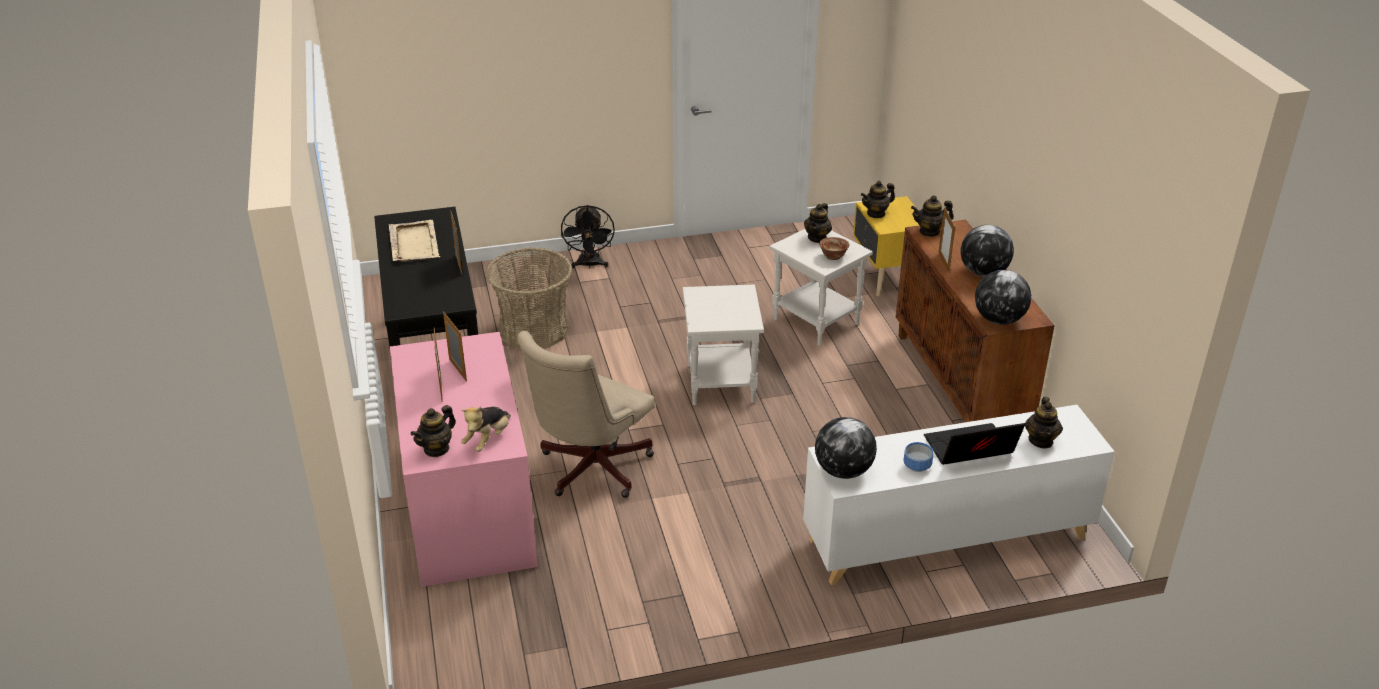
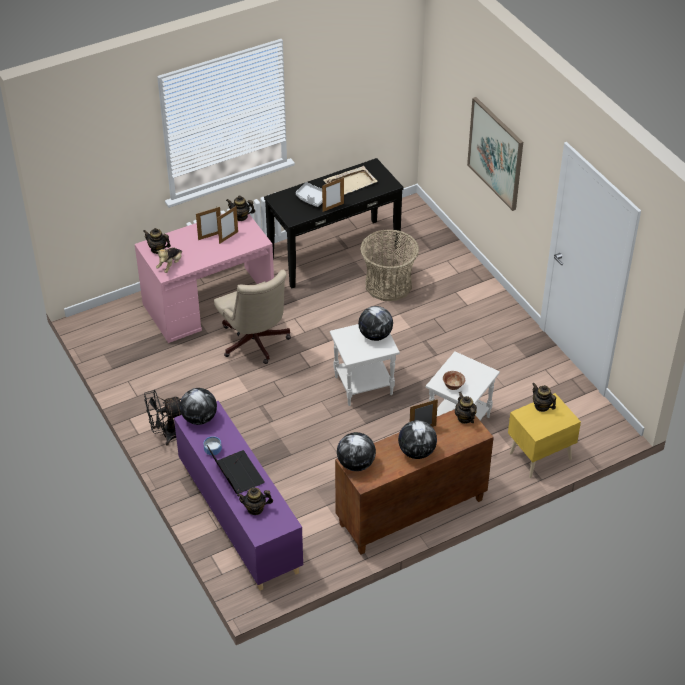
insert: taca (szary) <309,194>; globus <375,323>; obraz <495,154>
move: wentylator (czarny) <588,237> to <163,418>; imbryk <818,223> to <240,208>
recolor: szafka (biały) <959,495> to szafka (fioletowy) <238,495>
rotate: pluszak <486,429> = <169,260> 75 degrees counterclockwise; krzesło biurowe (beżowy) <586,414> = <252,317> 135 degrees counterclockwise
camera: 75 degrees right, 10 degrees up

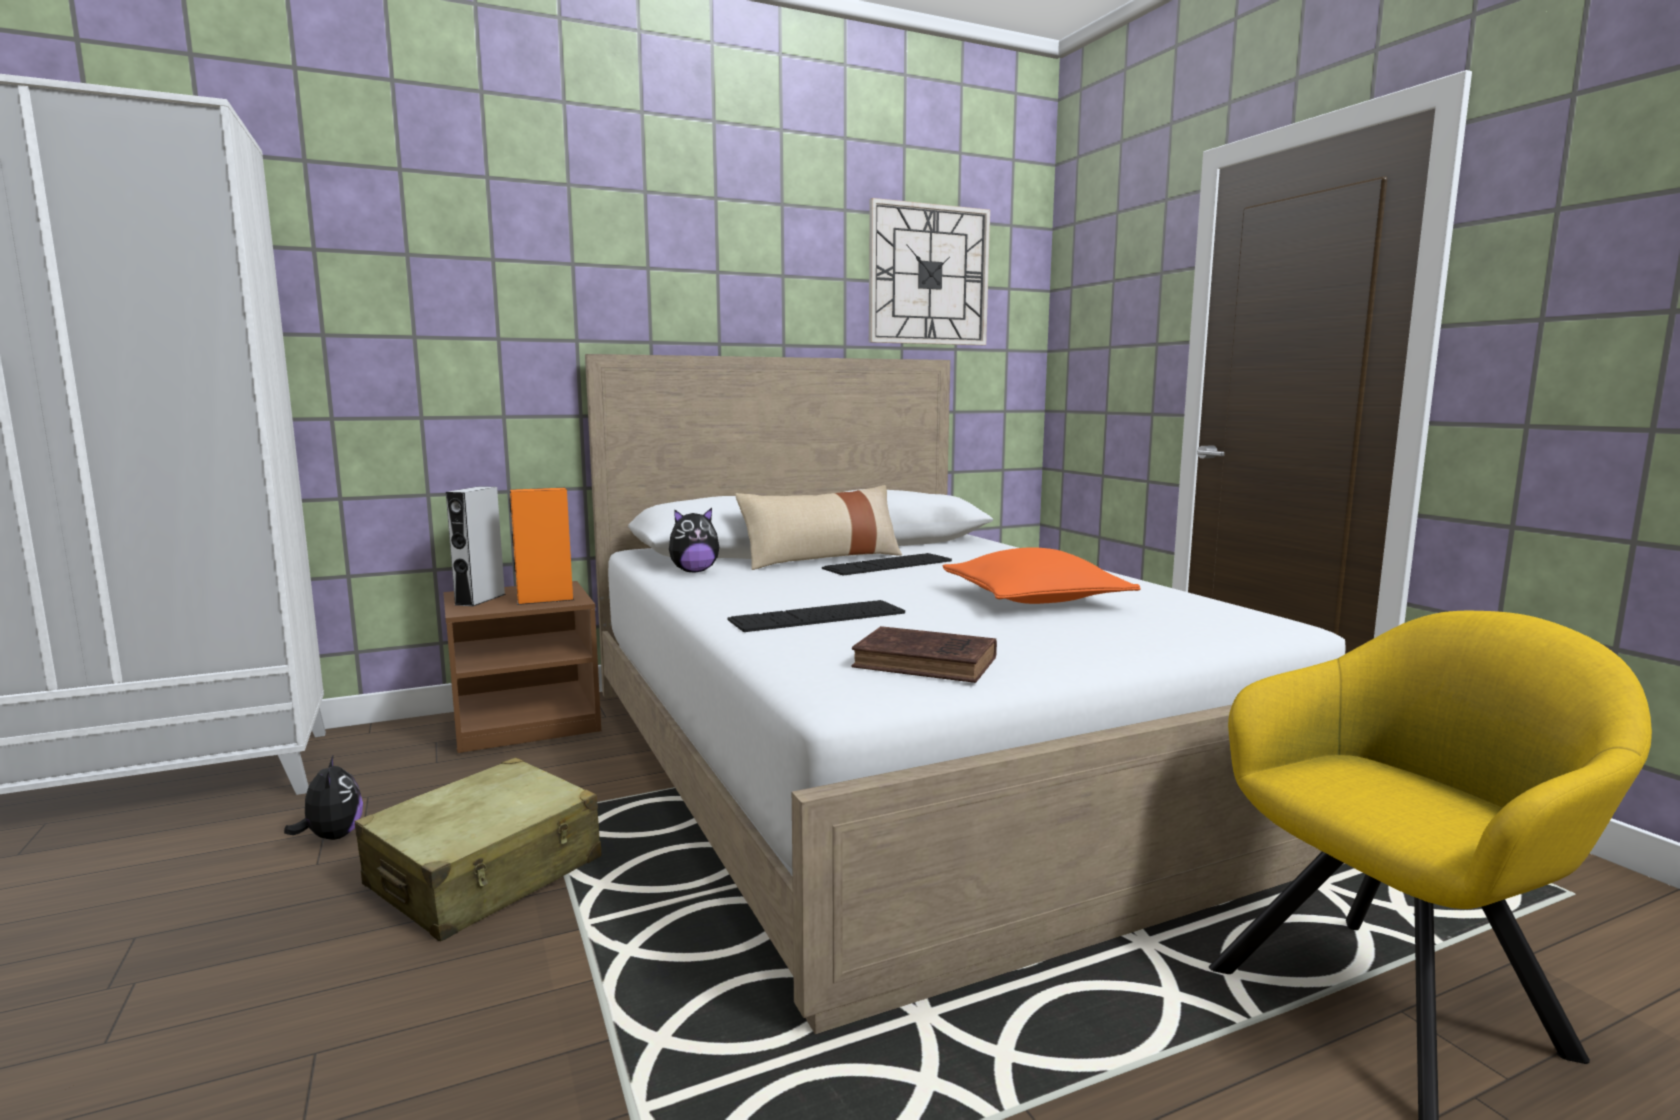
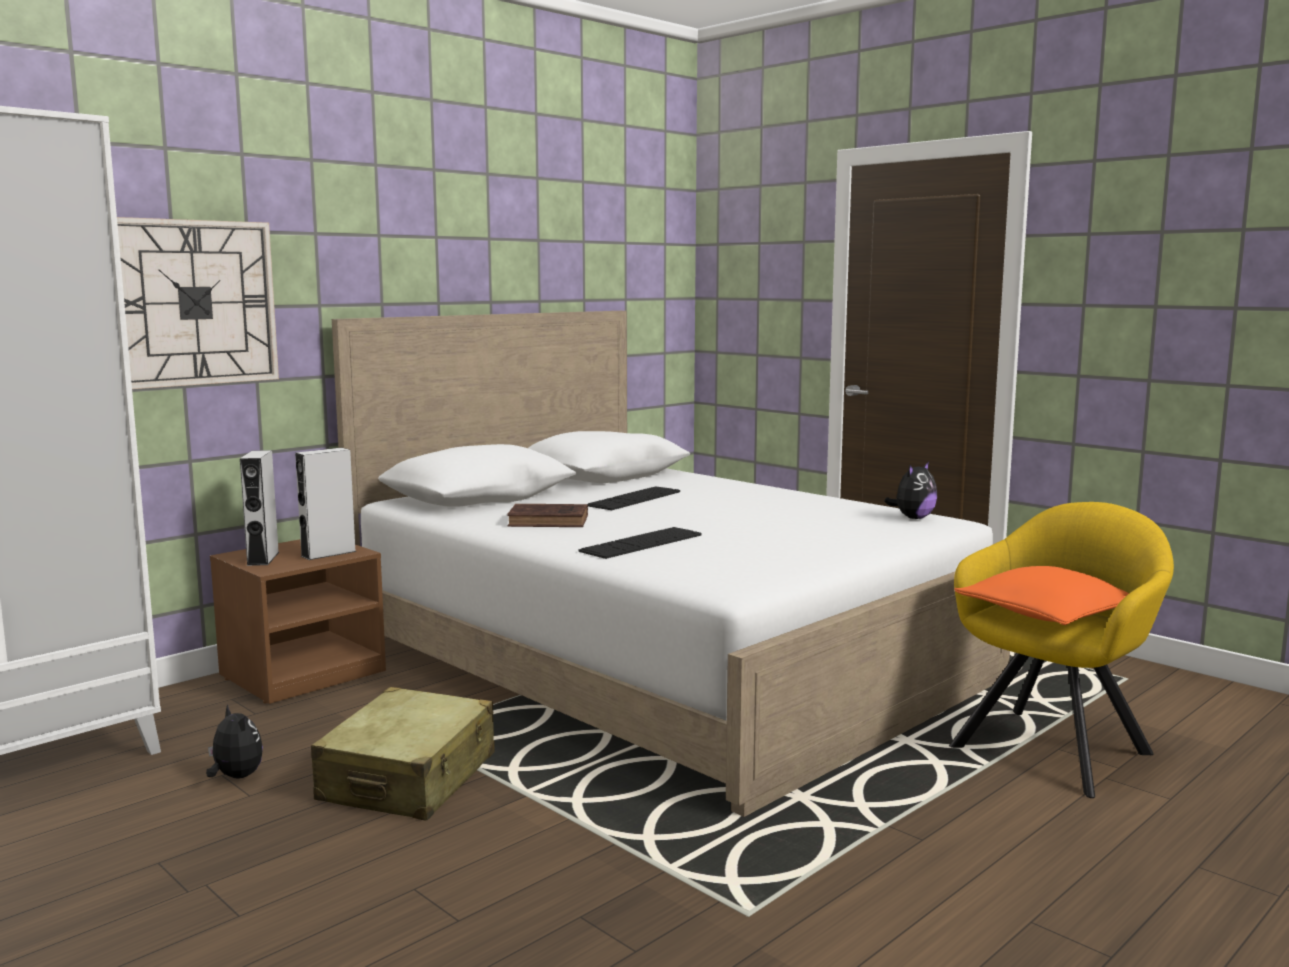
delete: poduszka (beżowy) <818,527>
move: pluszak <694,540> to <910,490>; książka (brązowy) <924,654> to <547,515>; zegar ścienny <929,271> to <198,303>; poduszka (pomarańczowy) <1042,575> to <1041,595>
recolor: głośnik (pomarańczowy) <541,546> to głośnik (szary) <325,504>
camera: 20 degrees left, 0 degrees up

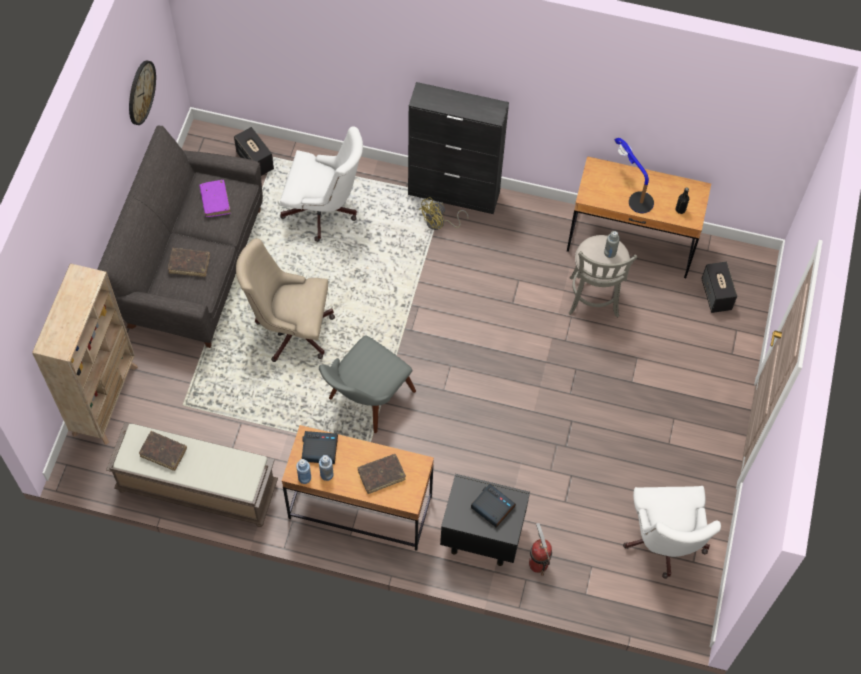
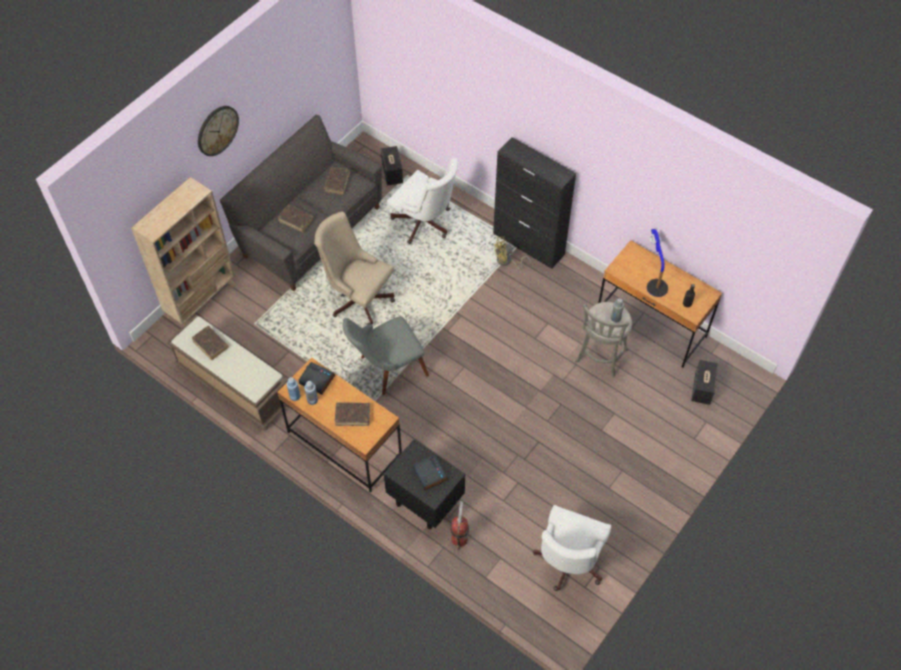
move: zegar ścienny <142,92> to <218,131>
recolor: książka (fioletowy) <215,198> to książka (brązowy) <337,181>
camera: 25 degrees right, 5 degrees down

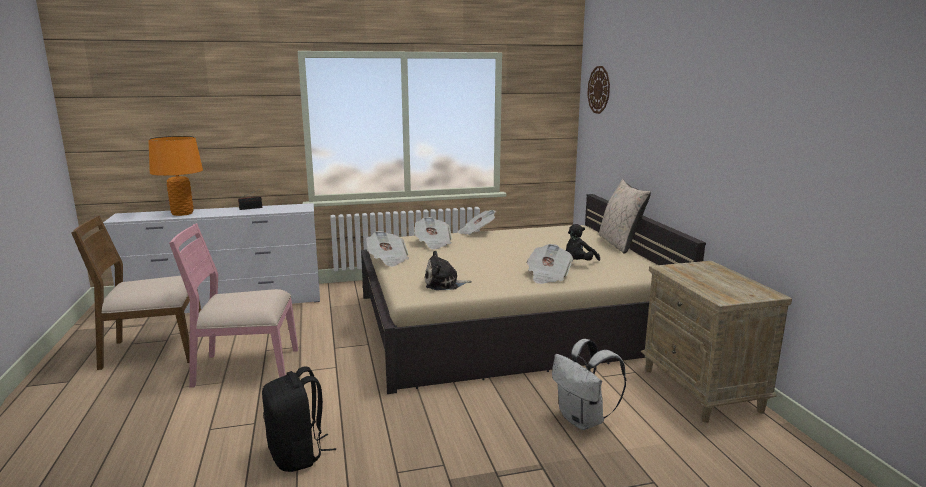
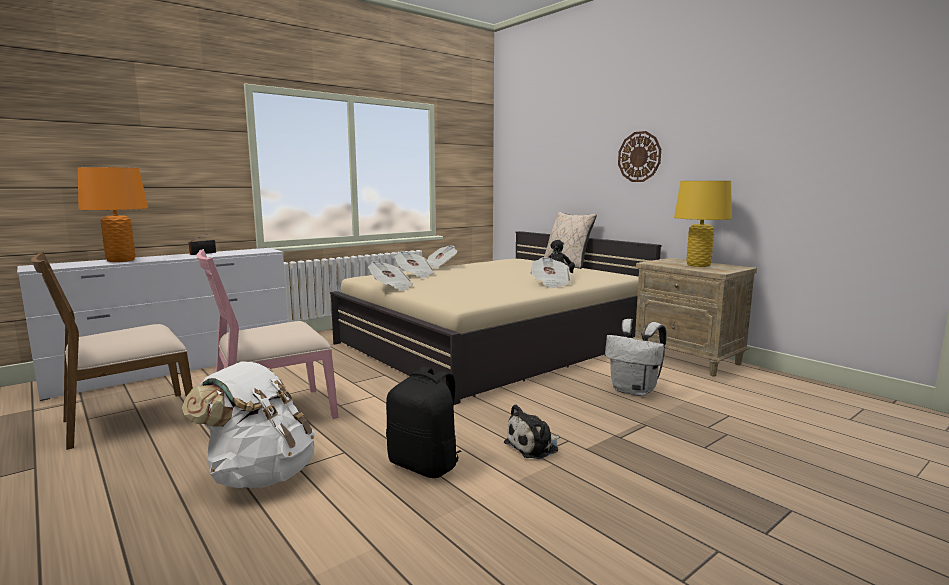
insert: plecak (biały) <249,424>; lampa stołowa (żółty) <703,224>
move: pluszak <448,270> to <532,431>; zegar ścienny <598,90> to <639,156>
camera: 25 degrees left, 5 degrees down

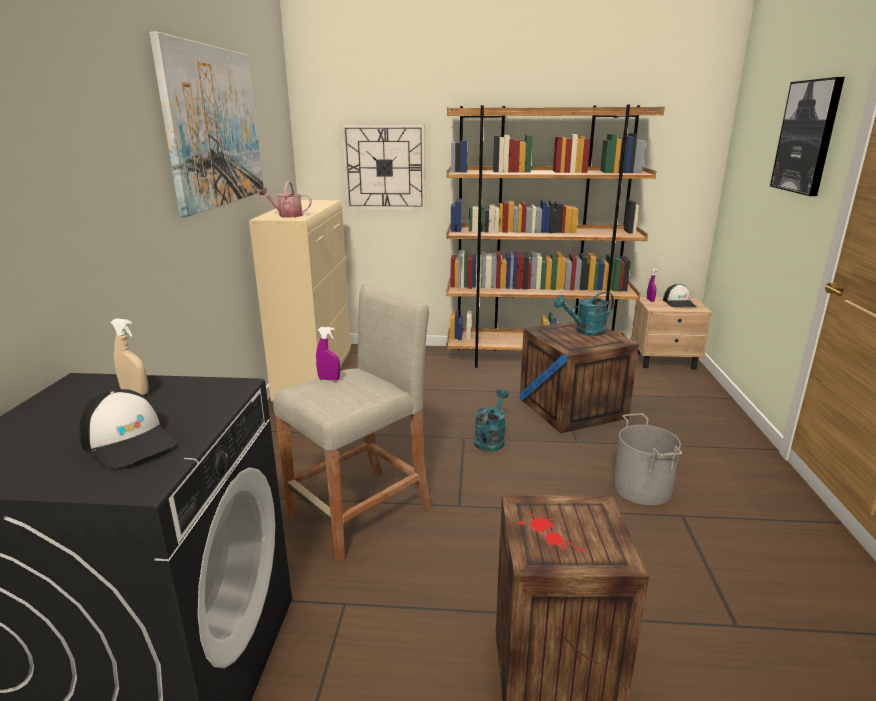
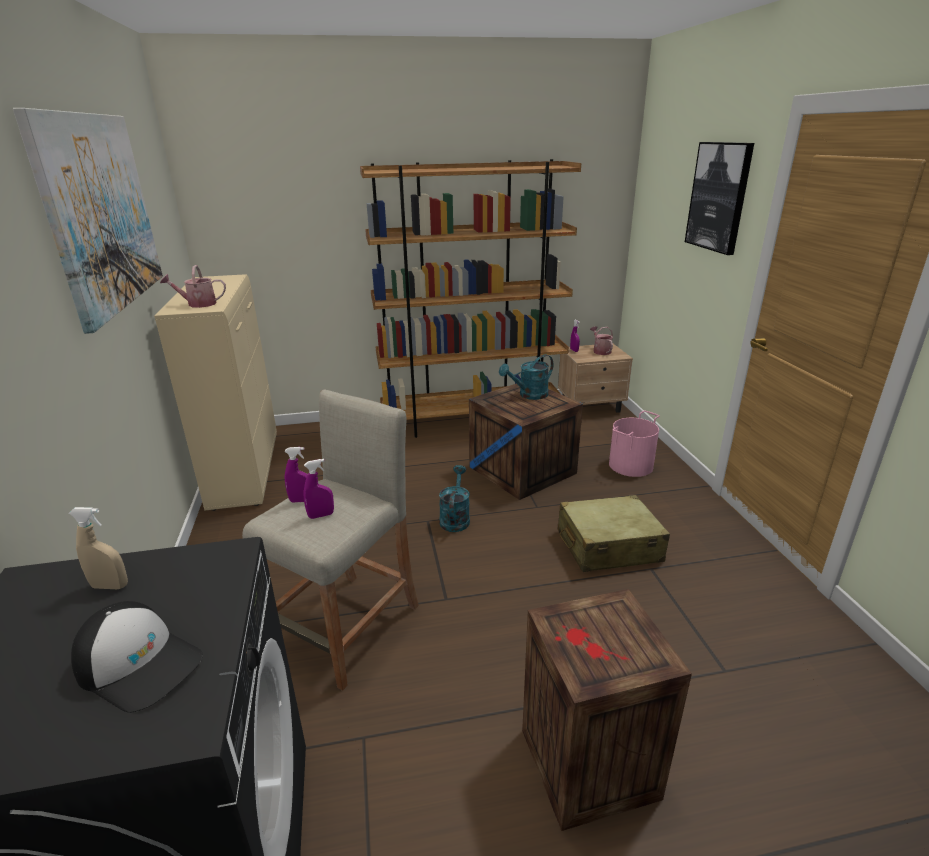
delete: zegar ścienny <384,167>
insert: spryskiwacz (fioletowy) <319,489>; wiadro (różowy) <634,443>
replace: wiadro (szary) <647,459> to walizka (beżowy) <614,533>; czapka z daszkiem <679,295> to konewka <601,340>
camera: 15 degrees left, 5 degrees up

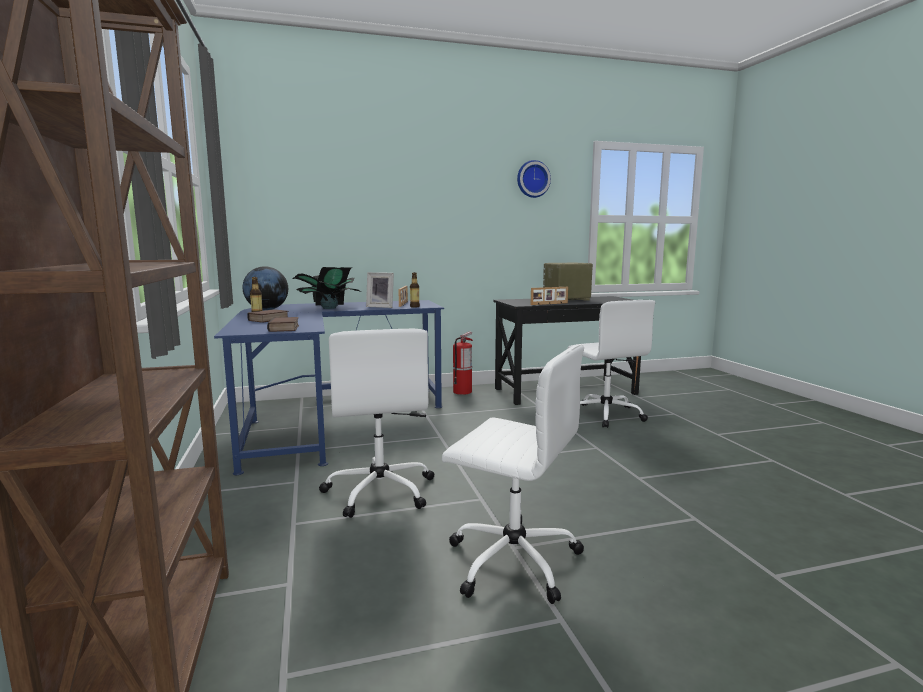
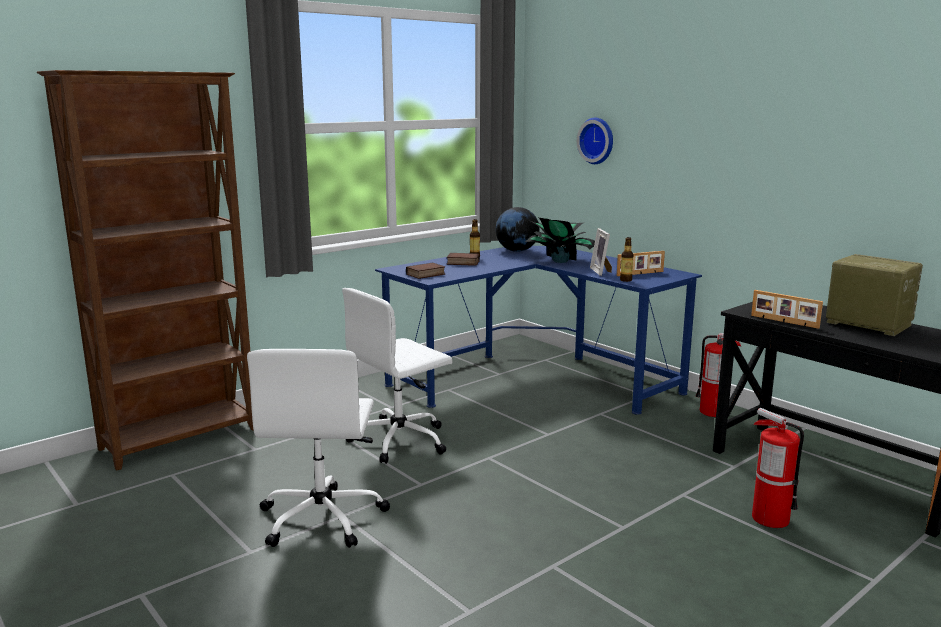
move: zegar ścienny <534,179> to <595,141>
replace: krzesło biurowe (biały) <611,364> to gaśnica <778,468>
camera: 65 degrees right, 5 degrees up

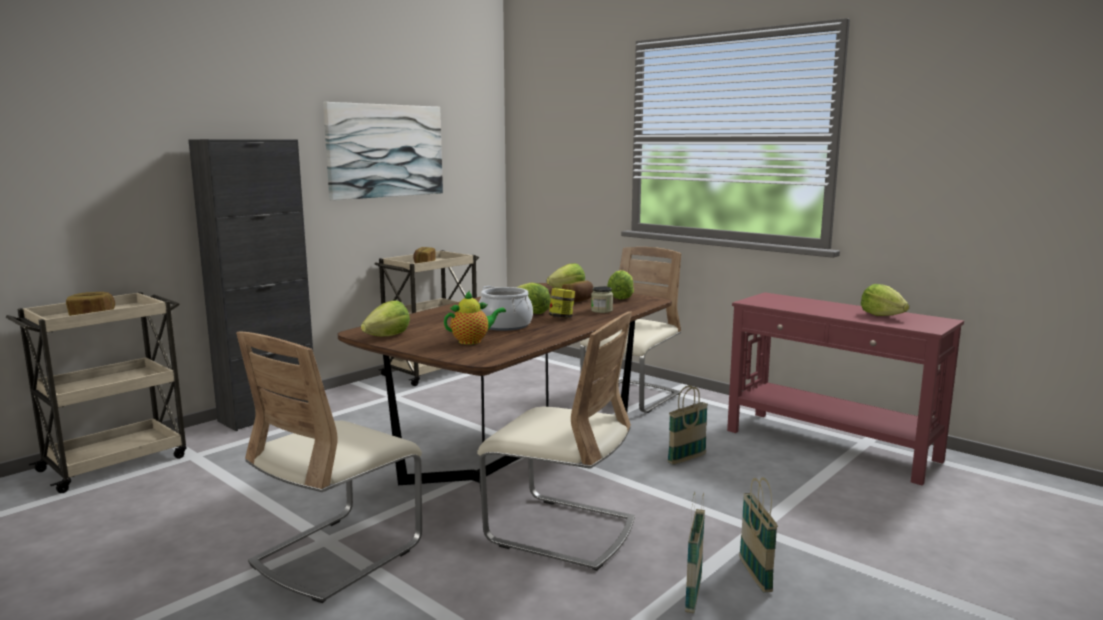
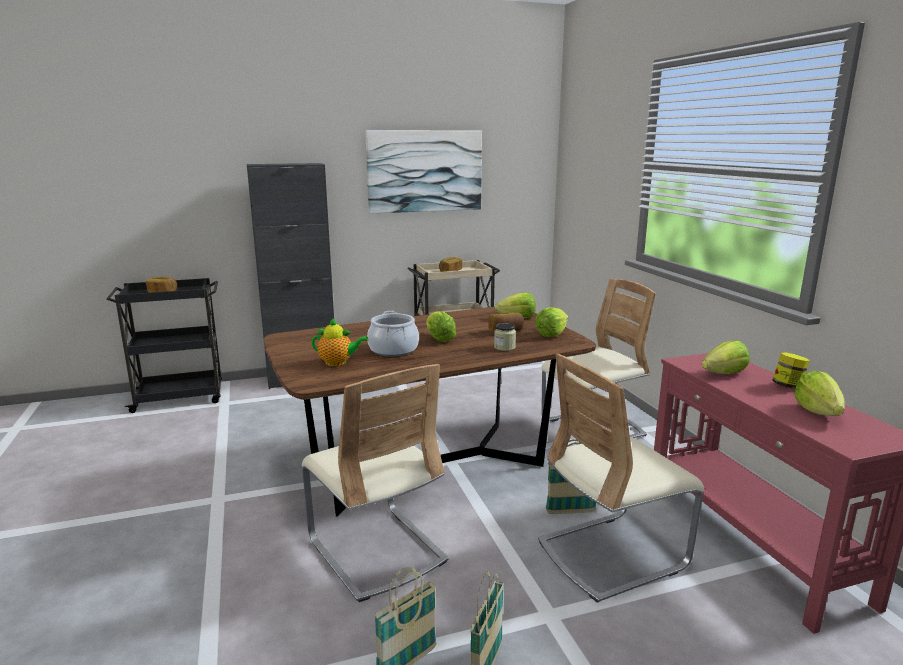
move: krzesło (beżowy) <329,467> to <621,478>; sałata <385,318> to <726,357>; słoik <562,303> to <791,370>
recolor: wózek (beżowy) <96,392> to wózek (czarny) <164,345>
camera: 30 degrees right, 5 degrees up

